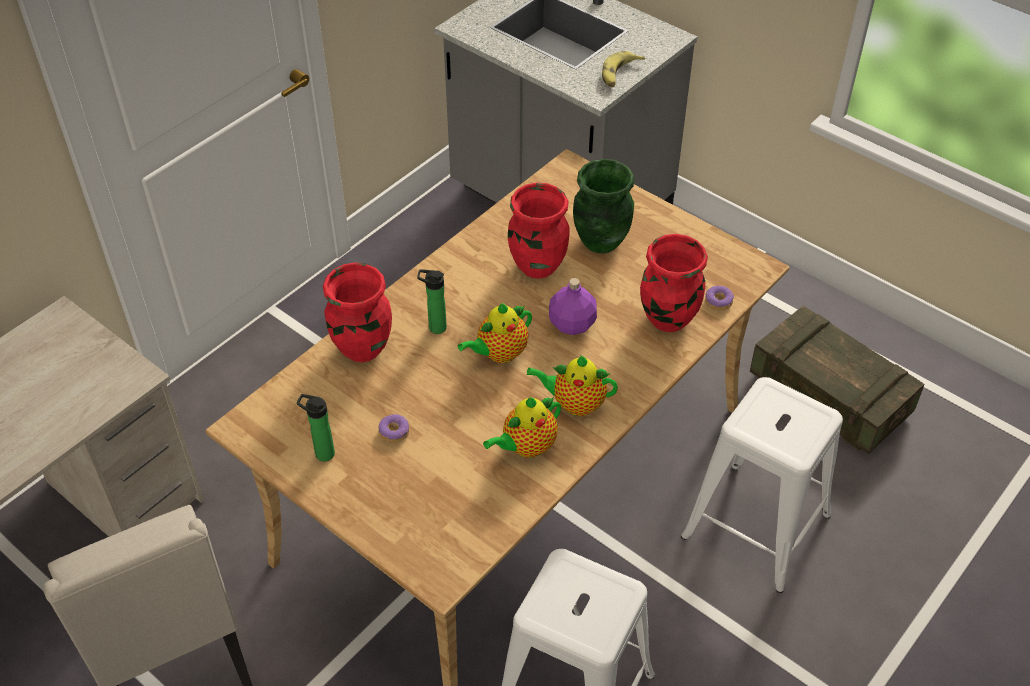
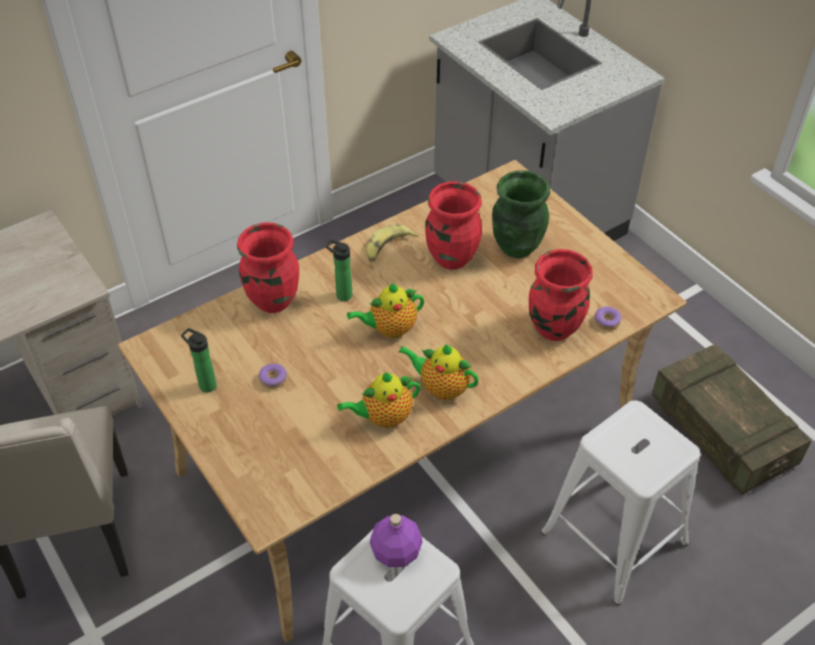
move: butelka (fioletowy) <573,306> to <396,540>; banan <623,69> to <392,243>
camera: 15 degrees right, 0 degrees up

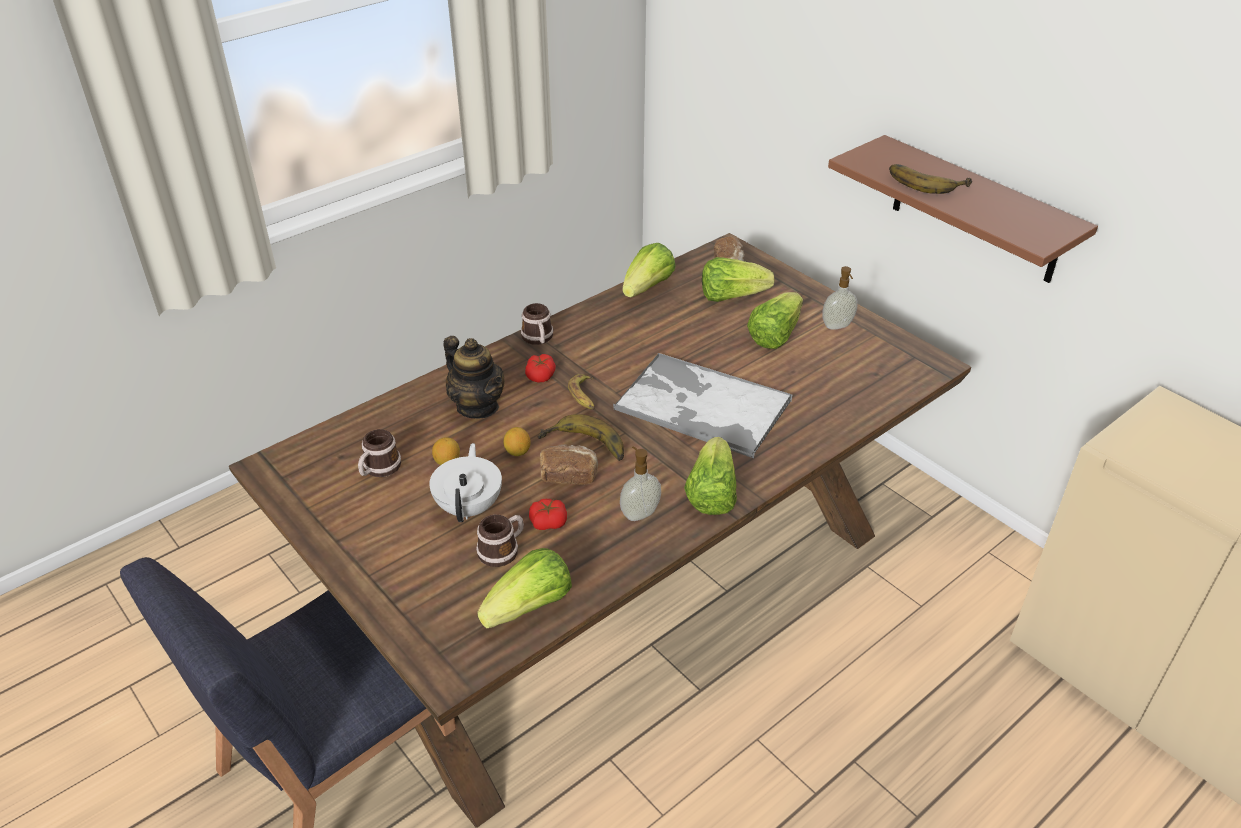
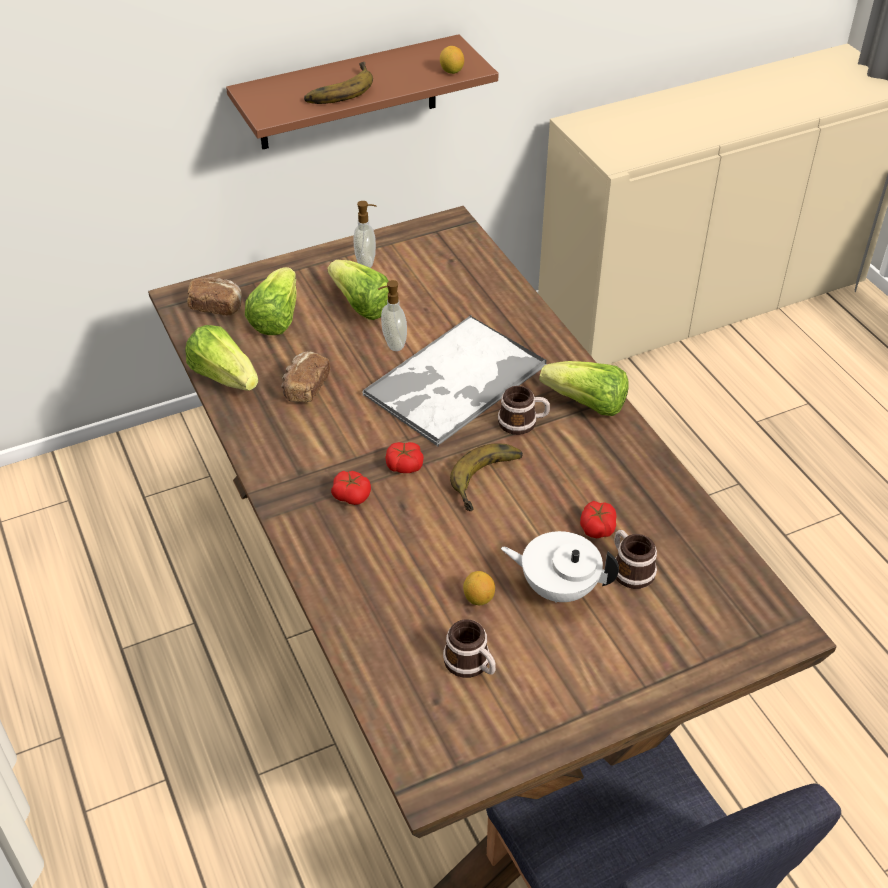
delete: imbryk <474,377>; sałata <524,588>
move: cytryna <517,441> to <452,60>; kubek <537,324> to <524,410>; chleb <569,464> to <305,377>; dozownik mydła <640,483> to <392,315>
replace: banan <581,392> to pomidor <405,457>
camera: 75 degrees left, 5 degrees up

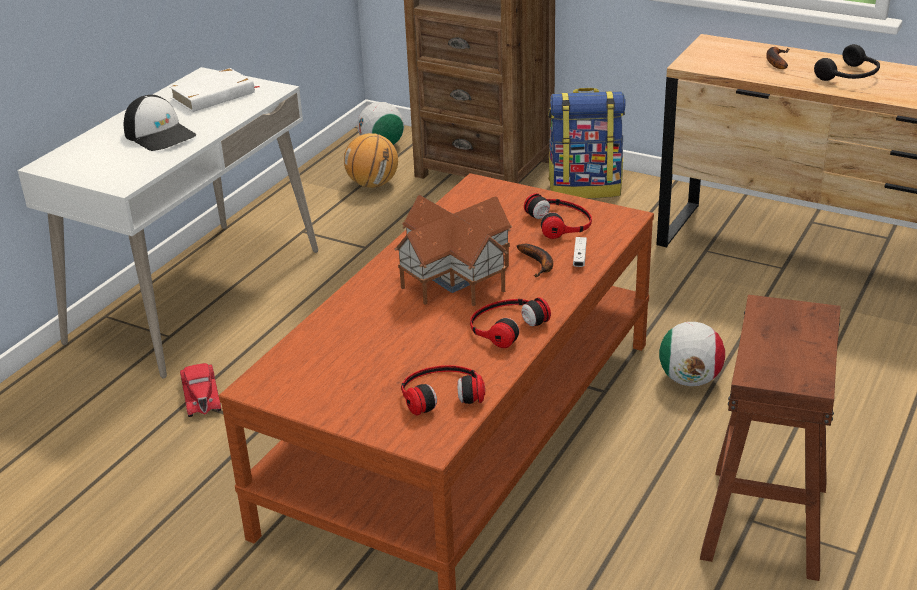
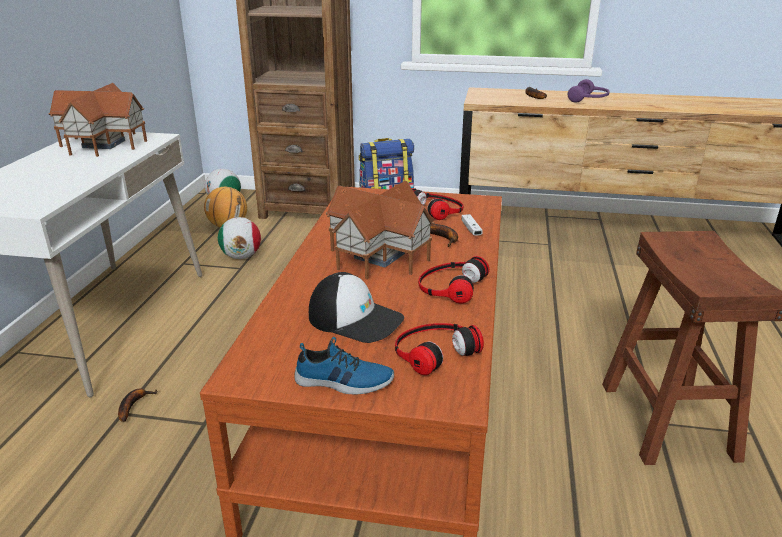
insert: but <344,366>
move: czapka z daszkiem <160,123> to <356,307>; piłka futbolowa <692,354> to <239,238>
replace: książka (biały) <214,90> to domek <98,120>; samochodzik (czerwony) <200,390> to banan <137,405>
recolor: słuchawki (czarny) <847,62> to słuchawki (fioletowy) <589,90>
camera: 20 degrees left, 5 degrees down

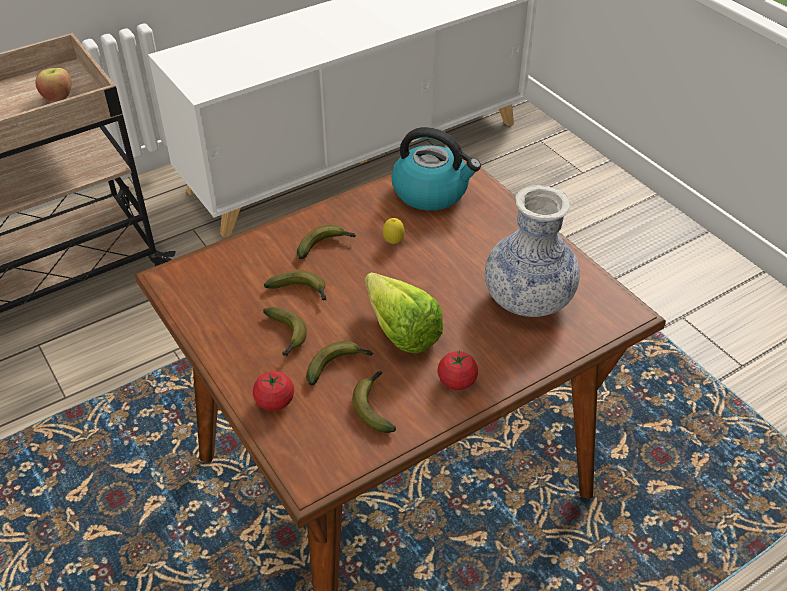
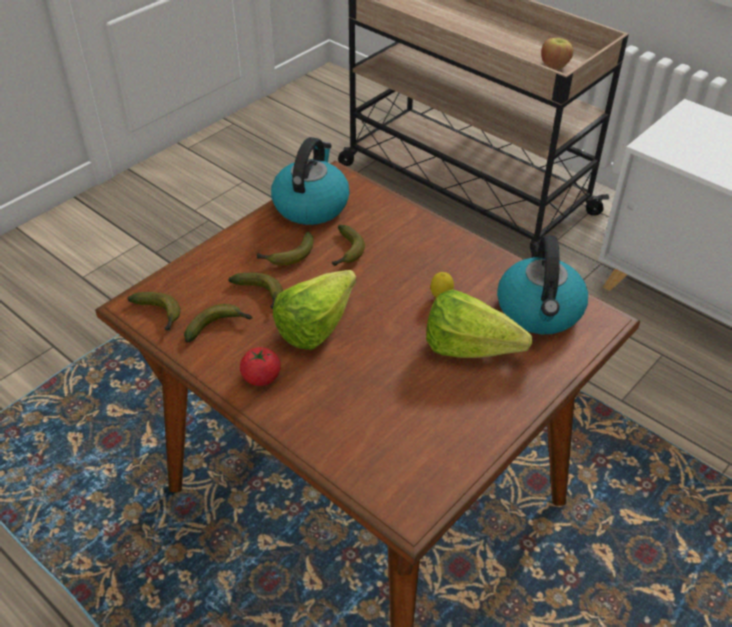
delete: pomidor <273,391>; wazon <532,251>
insert: czajnik <310,181>; sałata <479,323>
move: banan <326,242> to <154,311>
camera: 75 degrees right, 0 degrees up

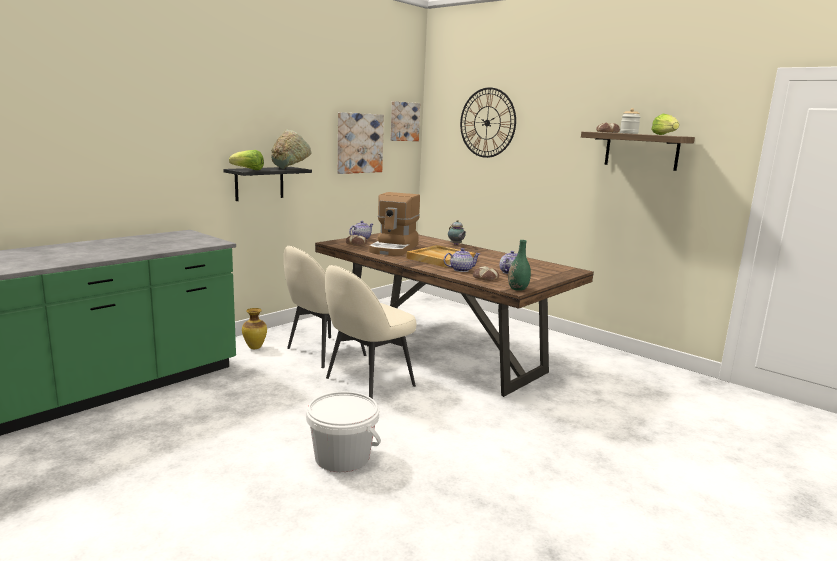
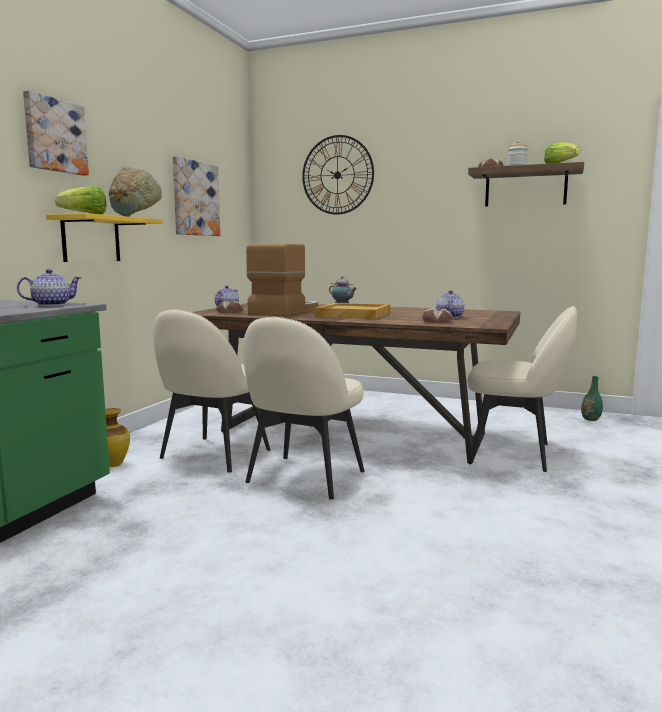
delete: wiadro (biały) <343,432>
insert: krzesło (beżowy) <522,389>
move: obraz <405,121> to <56,133>; imbryk <462,260> to <49,287>; wazon (zielony) <519,265> to <592,398>
recolor: półka (czarny) <267,184> to półka (żółty) <104,237>
rotate: ekspres do kawy <394,224> = <282,280> 150 degrees counterclockwise
camera: 20 degrees left, 5 degrees down

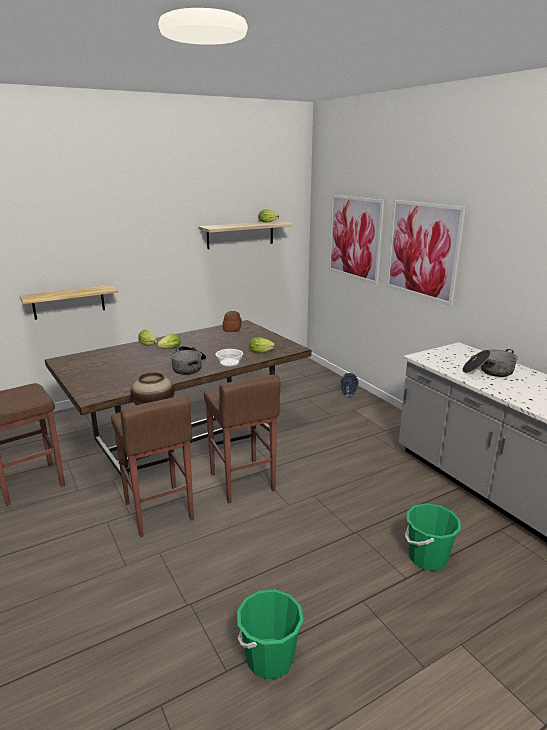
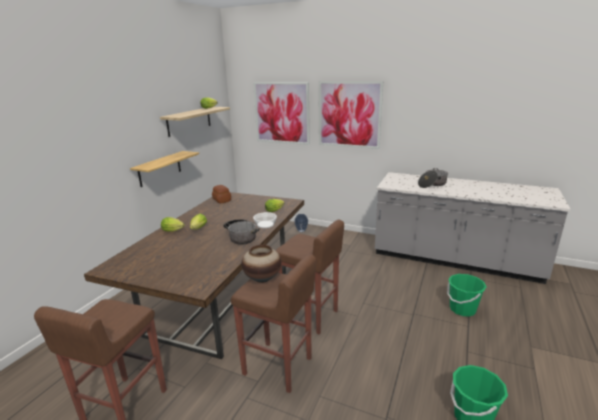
move: półka <69,302> to <164,169>
camera: 35 degrees left, 0 degrees up

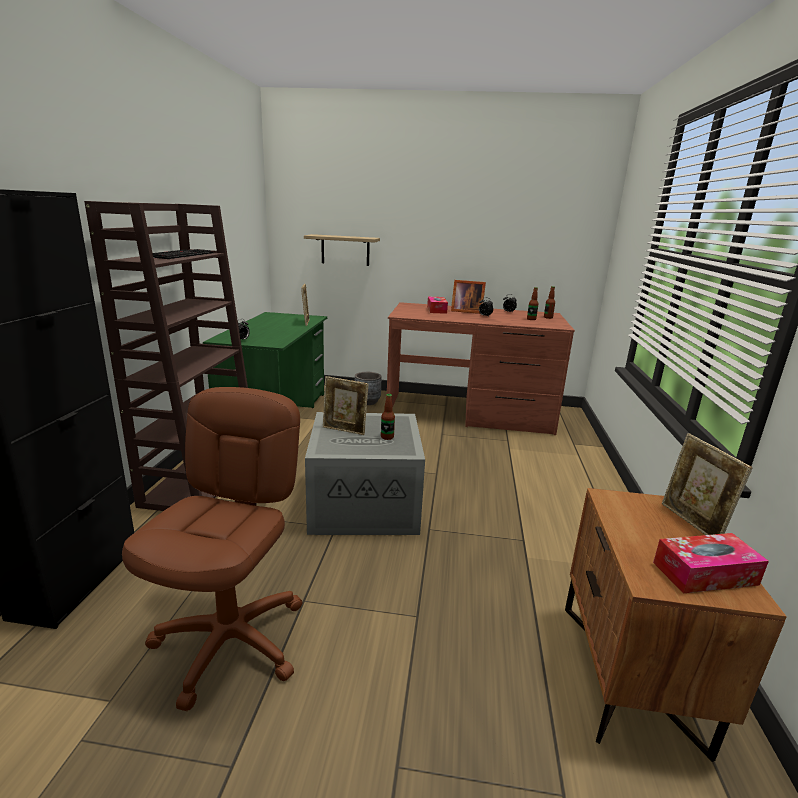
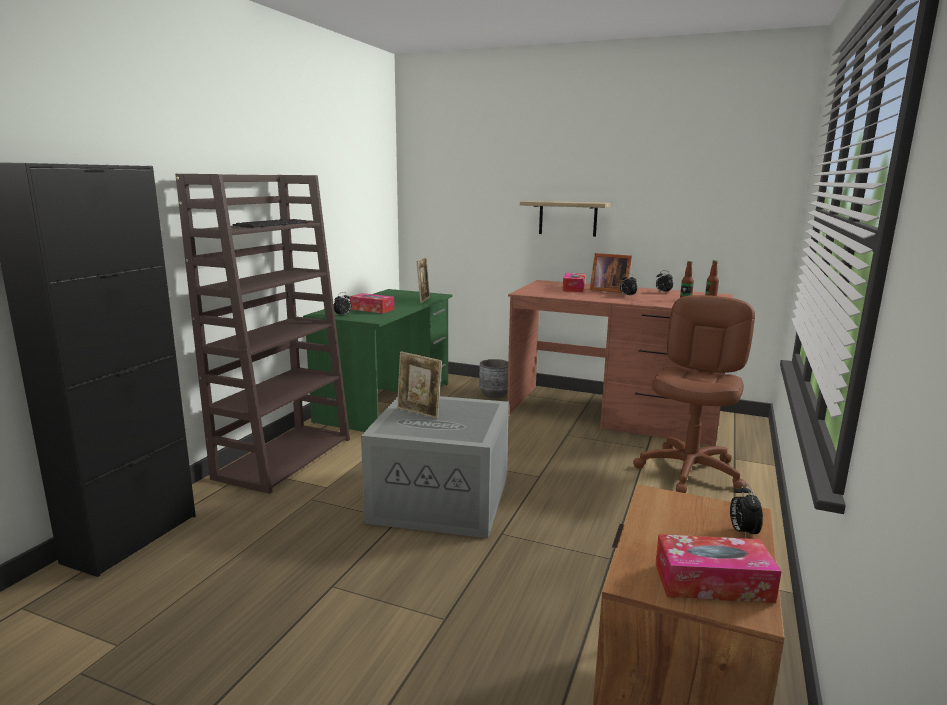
delete: butelka <388,417>
insert: pudełko chusteczek <372,303>
move: krzesło biurowe (brązowy) <212,549> to <694,394>; półka <342,250> to <565,219>
replace: ramka na zdjęcie <707,484> to budzik <746,511>
camera: 15 degrees right, 5 degrees down

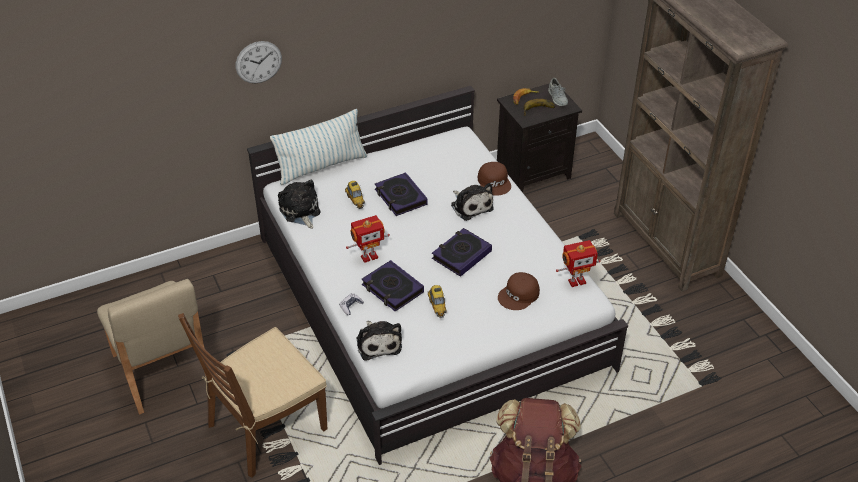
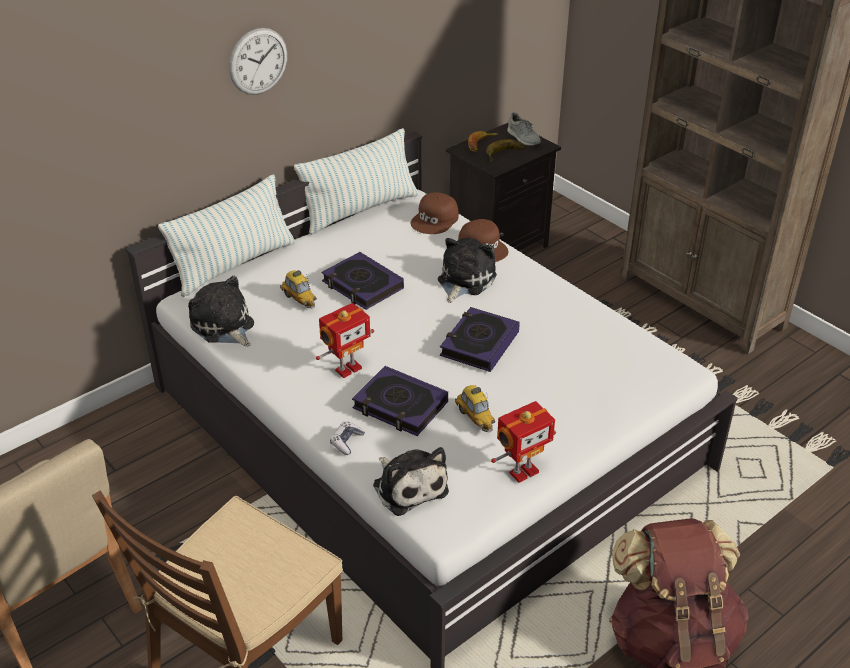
insert: poduszka <356,181>
move: zegar ścienny <259,62> to <258,61>; czapka z daszkiem (brązowy) <519,291> to <435,213>; robot zabawkowy <578,263> to <523,442>
rotate: pluszak <472,202> = <467,270> 105 degrees counterclockwise
camera: 15 degrees left, 5 degrees down

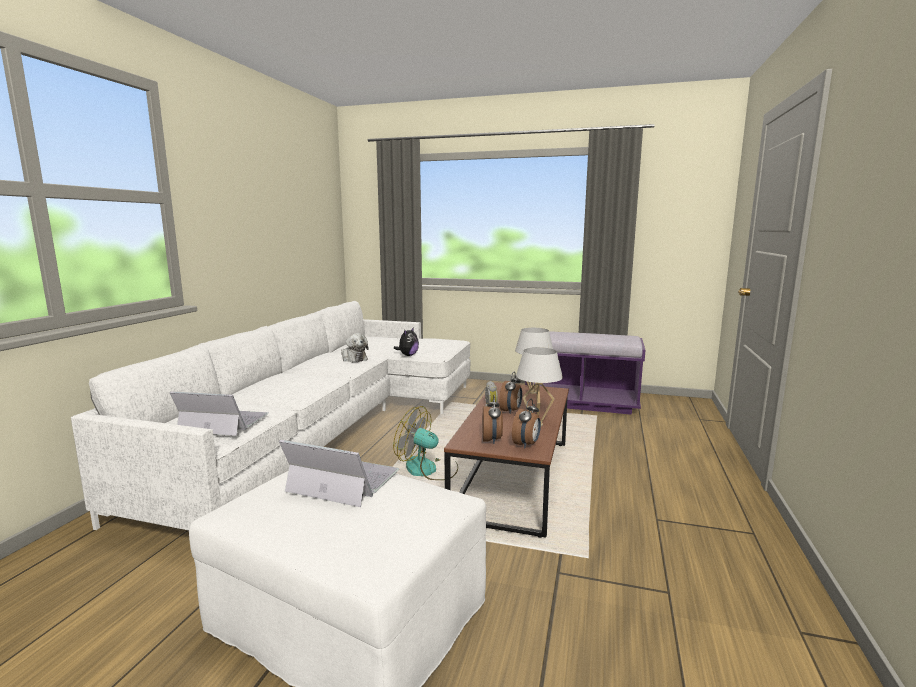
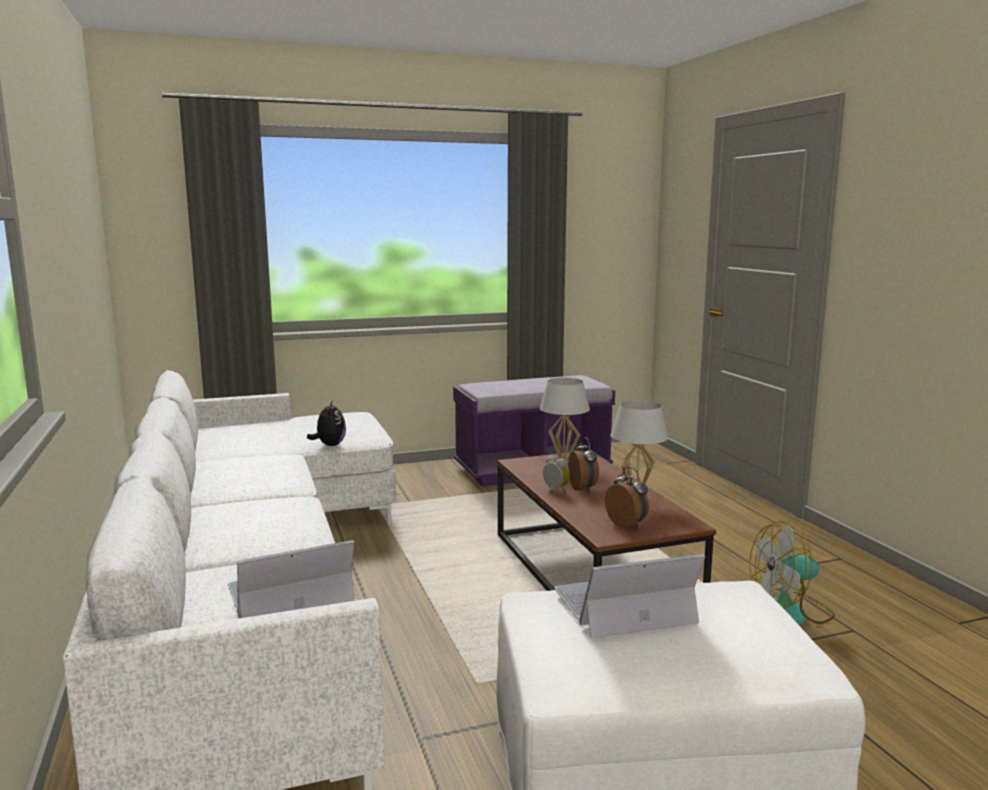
delete: pluszak <355,347>; budzik <526,423>
move: wentylator <425,443> to <792,573>
camera: 35 degrees left, 0 degrees up

